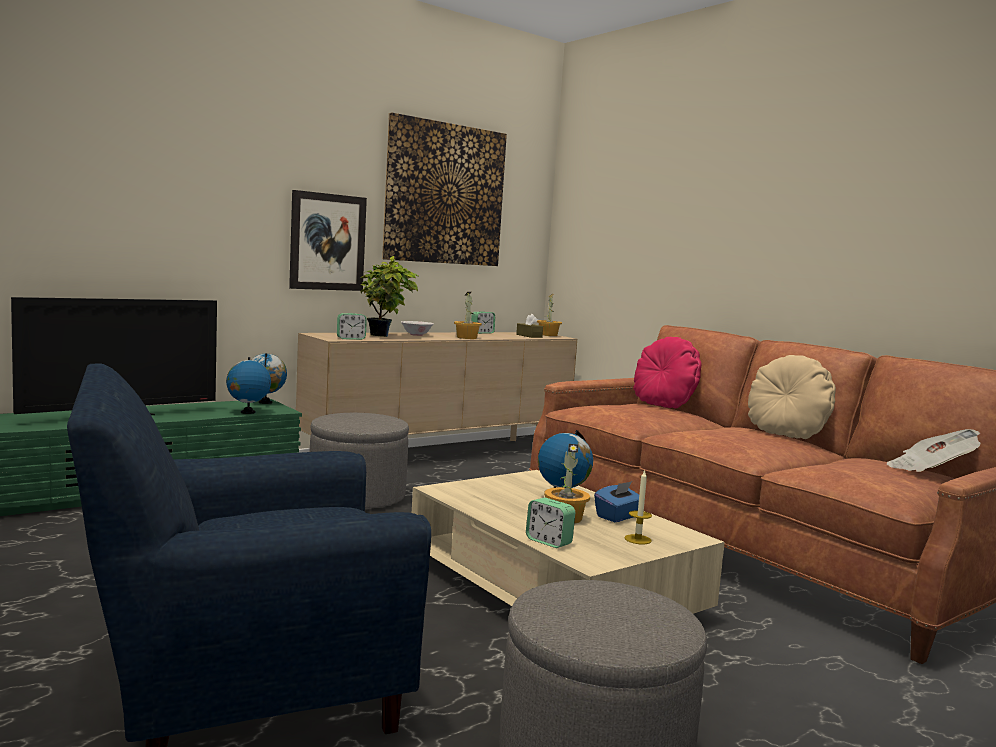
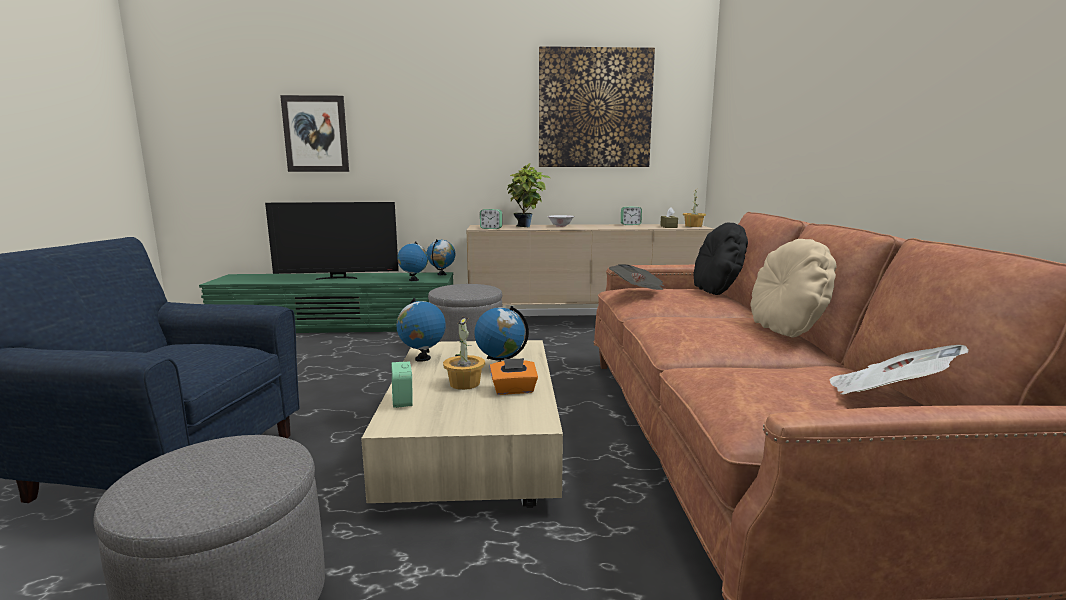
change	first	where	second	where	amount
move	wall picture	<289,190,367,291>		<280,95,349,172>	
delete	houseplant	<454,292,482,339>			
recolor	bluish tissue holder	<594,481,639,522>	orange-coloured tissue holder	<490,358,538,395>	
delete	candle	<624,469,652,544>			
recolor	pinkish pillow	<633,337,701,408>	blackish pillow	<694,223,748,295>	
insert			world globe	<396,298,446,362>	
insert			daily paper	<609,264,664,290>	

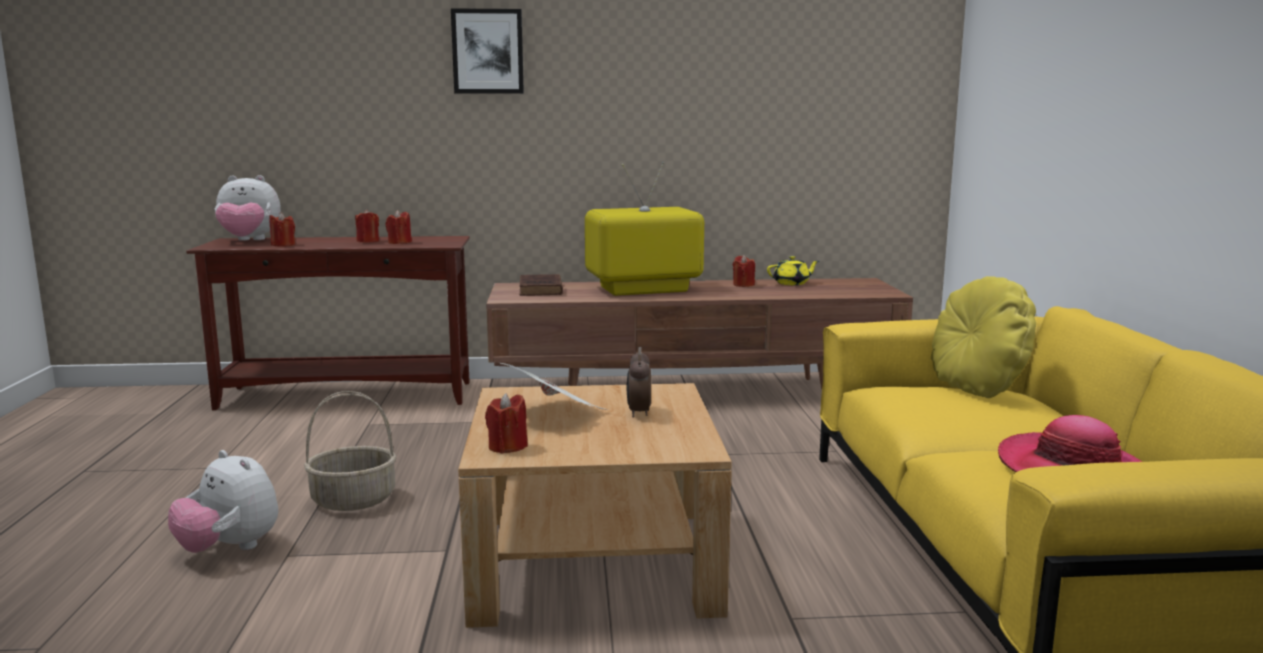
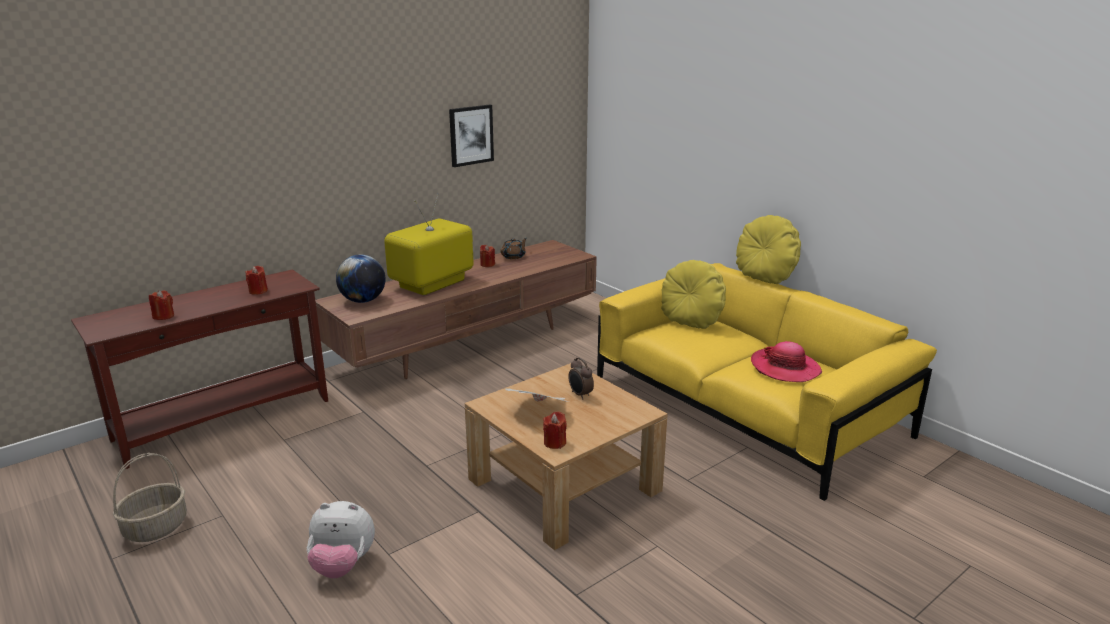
change	first	where	second	where	amount
delete	cuddly toy	<214,175,281,241>			
move	storage basket	<304,391,397,511>		<113,453,187,542>	
delete	red candle	<355,209,379,243>			
move	wall picture	<451,8,524,94>		<449,104,494,167>	
replace	brown bound book	<520,274,563,296>	world globe	<336,254,385,303>	
recolor	yellow-coloured teapot	<767,256,819,285>	brown teapot	<500,238,527,259>	
insert			yellow-coloured pillow	<736,215,801,284>	

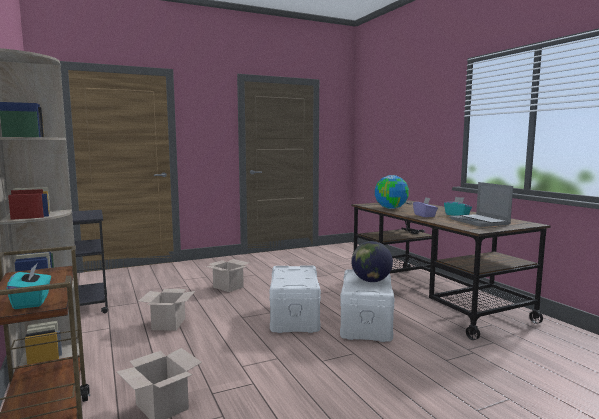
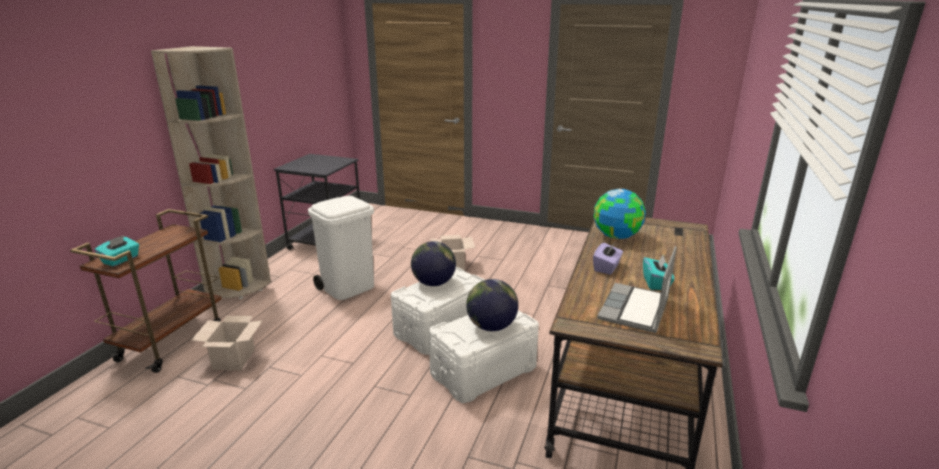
change	first	where	second	where	amount
replace	packing box	<139,289,195,331>	white-coloured rubbish bin	<308,196,374,300>	
insert			world globe	<411,241,456,286>	

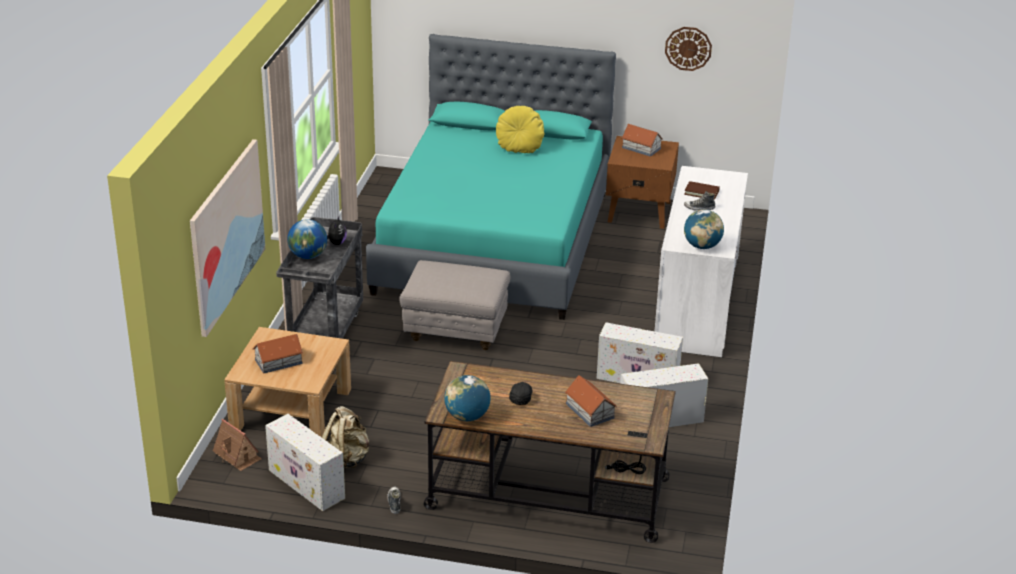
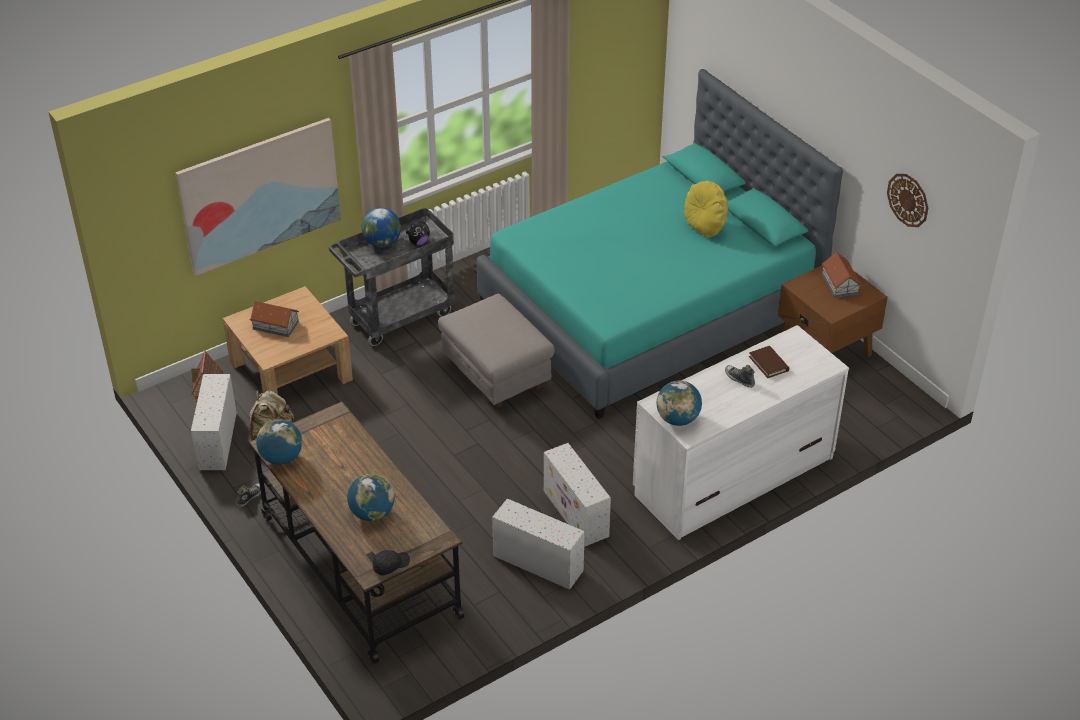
change	first	where	second	where	amount
move	blackish cap	<509,382,533,405>		<372,550,410,576>	
replace	miniature house	<565,375,617,427>	world globe	<347,474,395,521>	

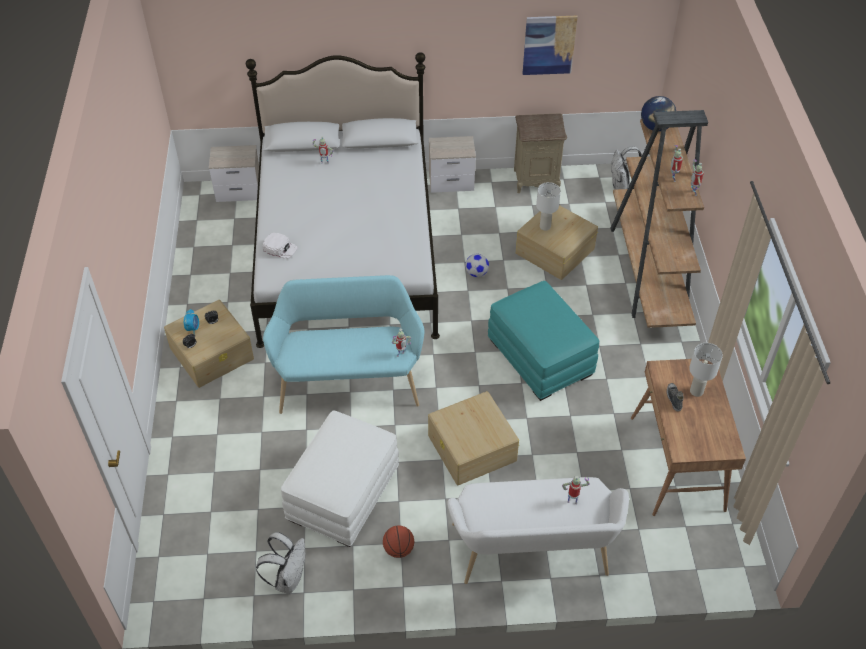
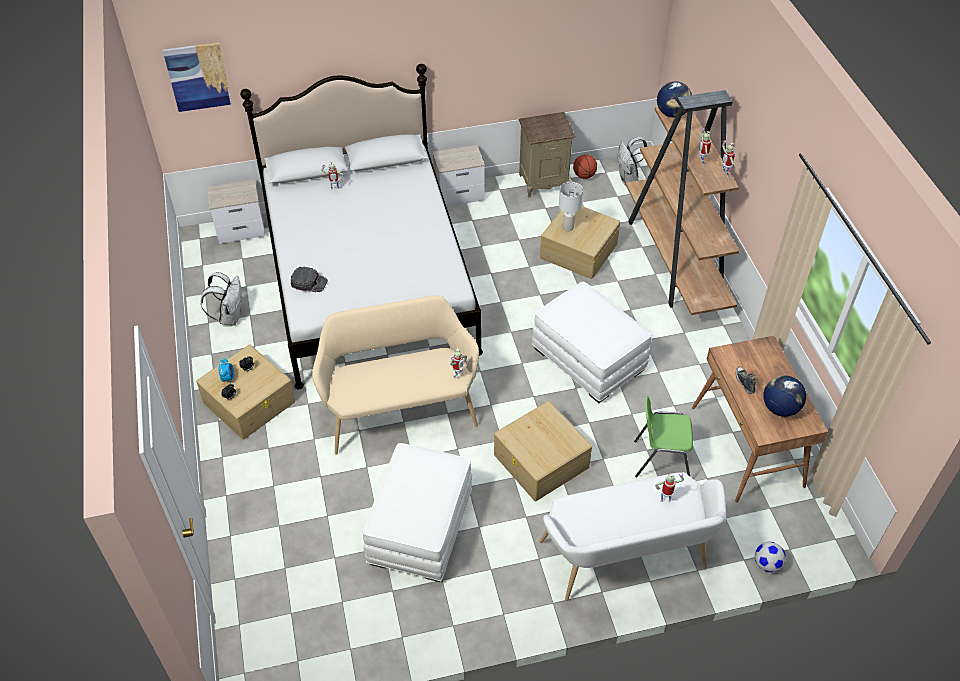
change	first	where	second	where	amount
move	white-coloured backpack	<256,532,305,593>		<201,272,242,326>	
recolor	white-coloured cap	<263,233,298,259>	blackish cap	<291,267,328,292>	
recolor	blue-green indoor bench	<263,275,424,414>	sand-coloured indoor bench	<312,295,479,455>	
move	basketball	<383,525,414,558>		<573,155,597,179>	
move	football ball	<465,254,489,277>		<755,542,786,572>	
recolor	blue-green ottoman	<488,281,600,401>	white-coloured ottoman	<532,281,652,403>	
move	wall picture	<522,16,578,75>		<163,42,232,112>	
delete	white-coloured table lamp	<689,343,723,397>			
insert			green-coloured plain chair	<634,396,693,477>	
insert			world globe	<763,375,806,417>	

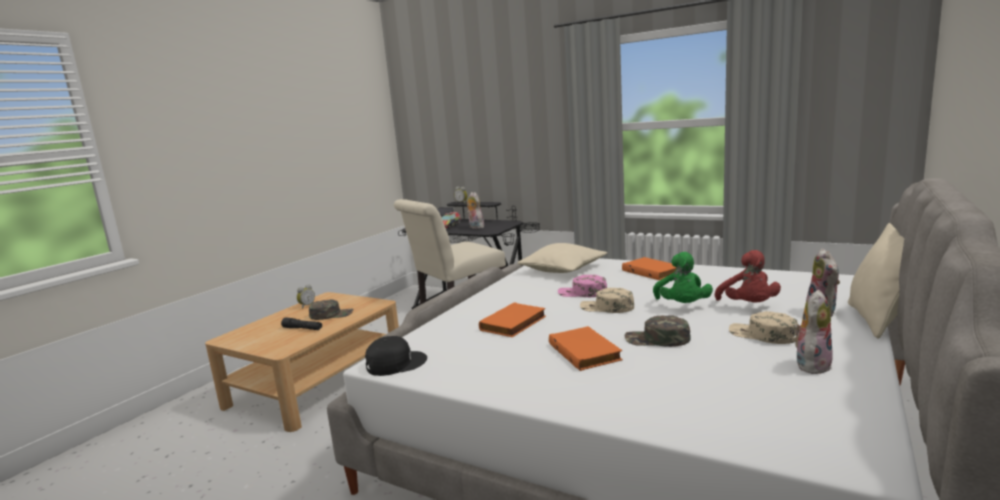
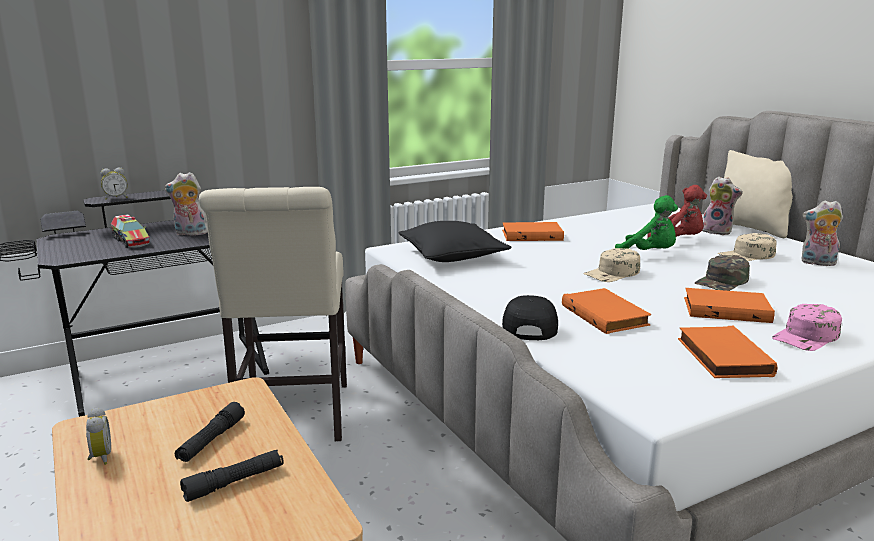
change	first	where	second	where	amount
replace	green-coloured cap	<309,299,353,320>	blackish hand torch	<175,402,245,462>	
move	blackish cap	<365,336,427,376>		<502,295,558,340>	
recolor	sand-coloured pillow	<518,243,608,273>	blackish pillow	<398,221,512,262>	
move	pinkish cap	<558,275,607,297>		<772,304,842,351>	
rotate	cuddly toy	<793,290,833,374>		<801,201,843,266>	60 degrees counterclockwise
insert			orange-coloured bound book	<678,326,777,378>	

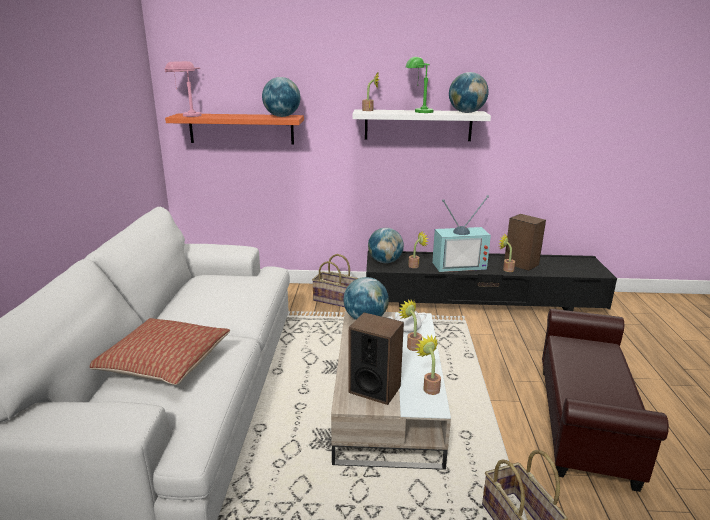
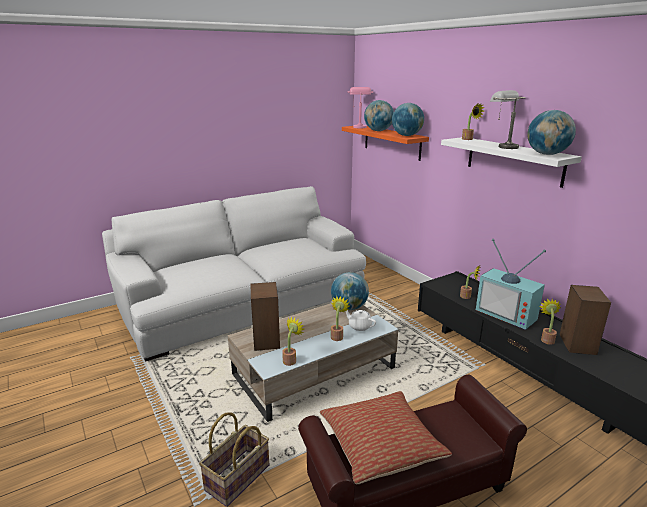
change	first	where	second	where	amount
move	pillow	<90,318,230,385>		<320,391,452,484>	
delete	storage basket	<312,254,358,307>			
move	world globe	<368,228,404,263>		<364,100,394,131>	
recolor	green-coloured table lamp	<406,57,434,113>	greyish table lamp	<490,90,526,149>	

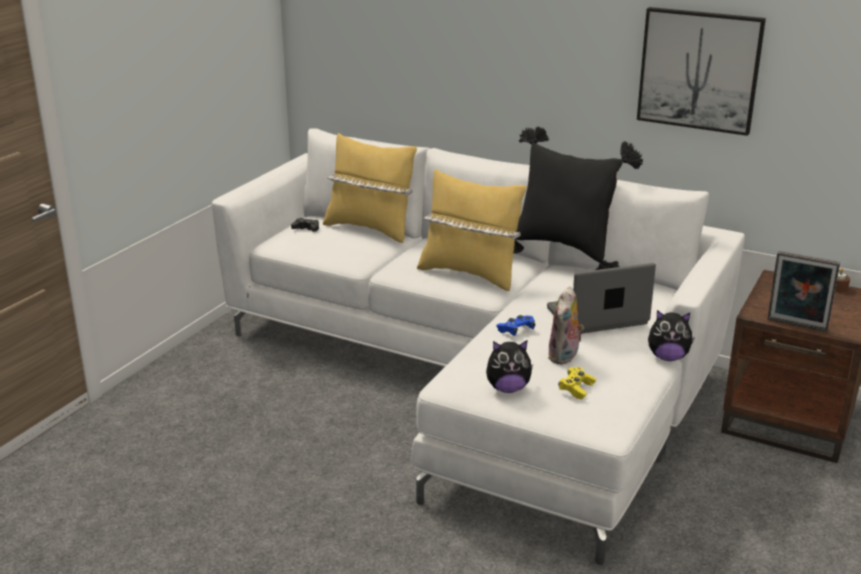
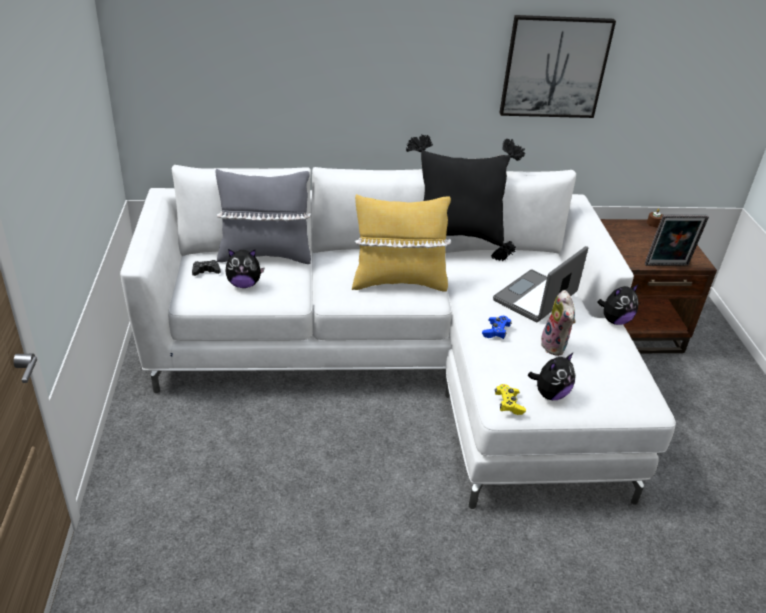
change	first	where	second	where	amount
recolor	yellow-coloured pillow	<323,133,417,243>	greyish pillow	<215,169,311,264>	
move	yellow-coloured gamepad	<558,367,596,399>		<495,384,526,415>	
insert			cuddly toy	<225,249,265,288>	

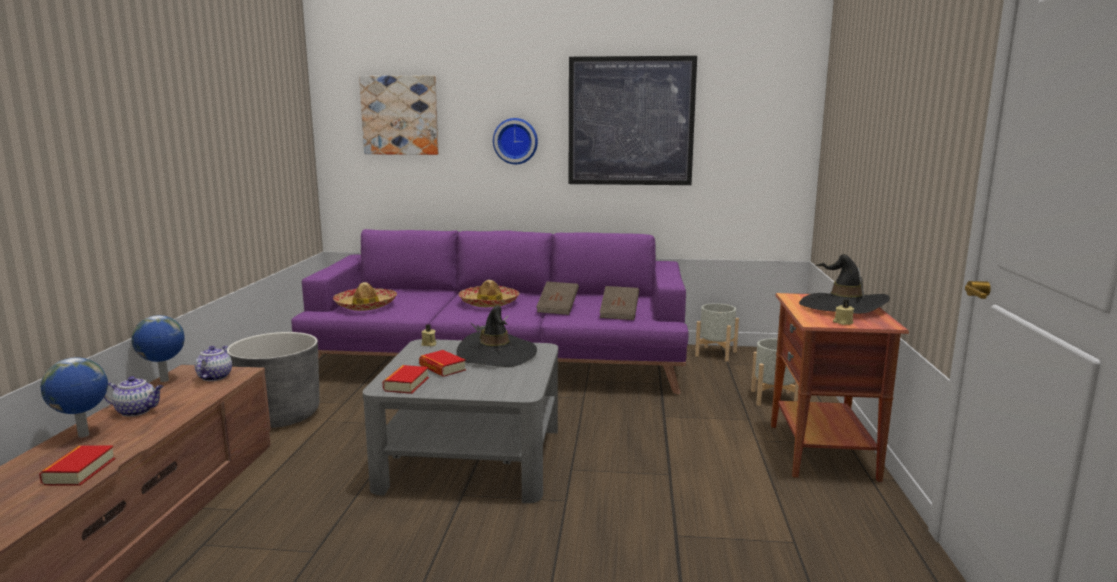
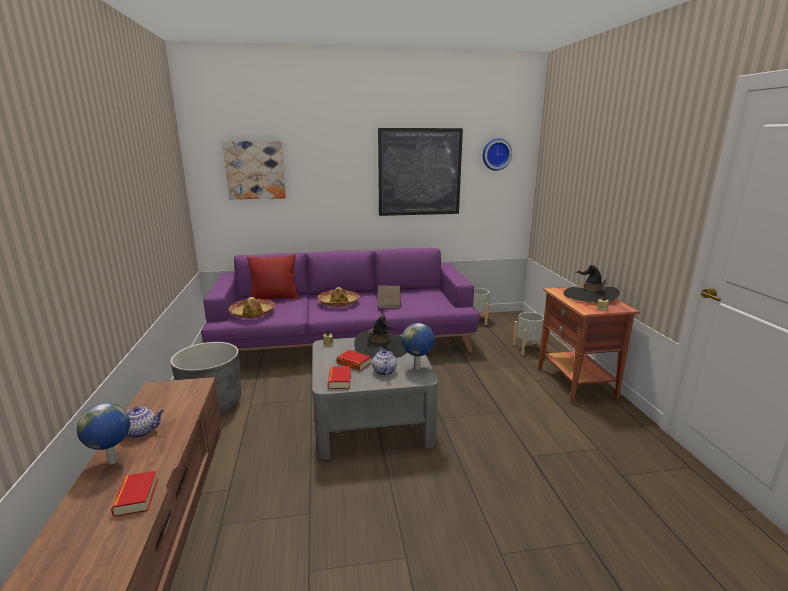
change	first	where	second	where	amount
move	world globe	<132,315,185,382>		<402,323,435,369>	
move	teapot	<195,346,232,381>		<372,347,397,376>	
move	hanging clock	<493,118,538,164>		<483,138,512,171>	
delete	brown bound book	<600,286,639,320>			
insert			red pillow	<247,254,299,299>	

